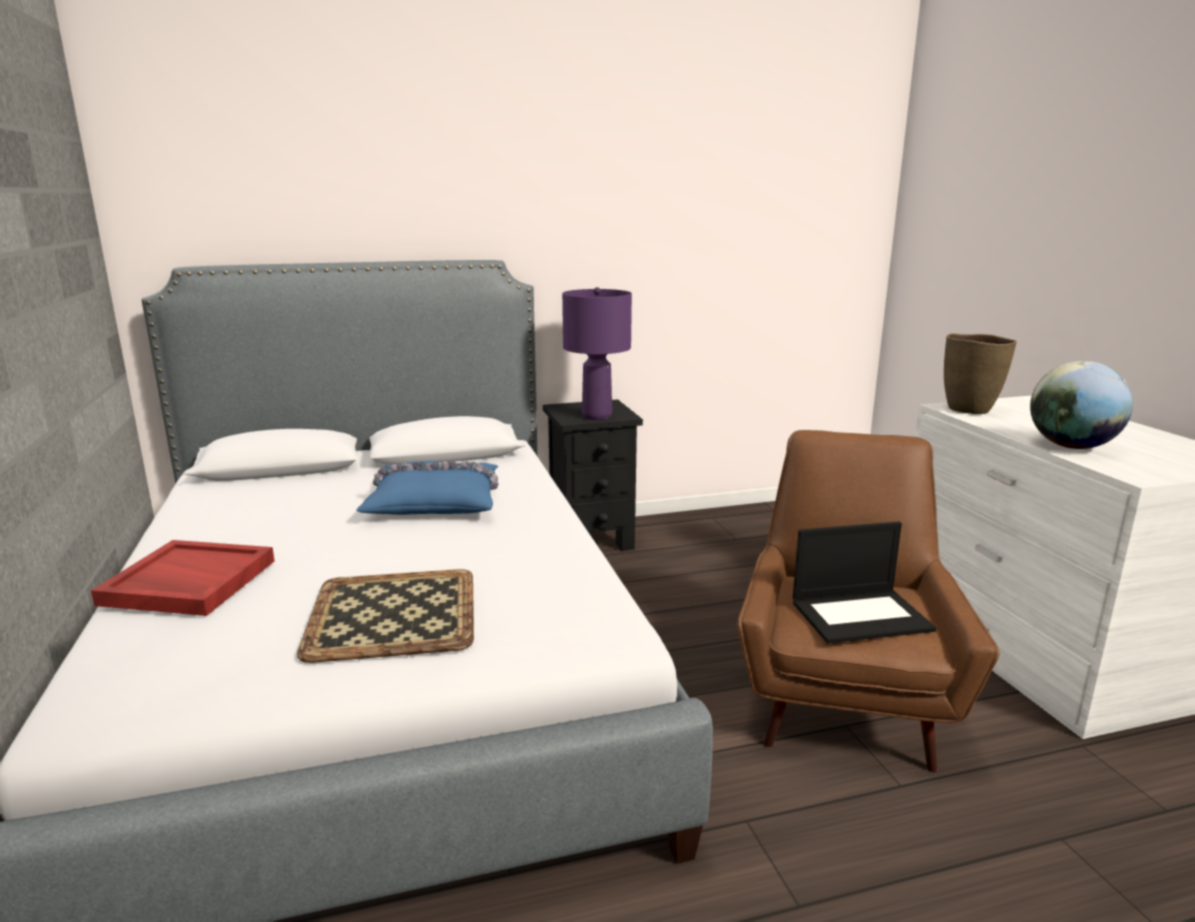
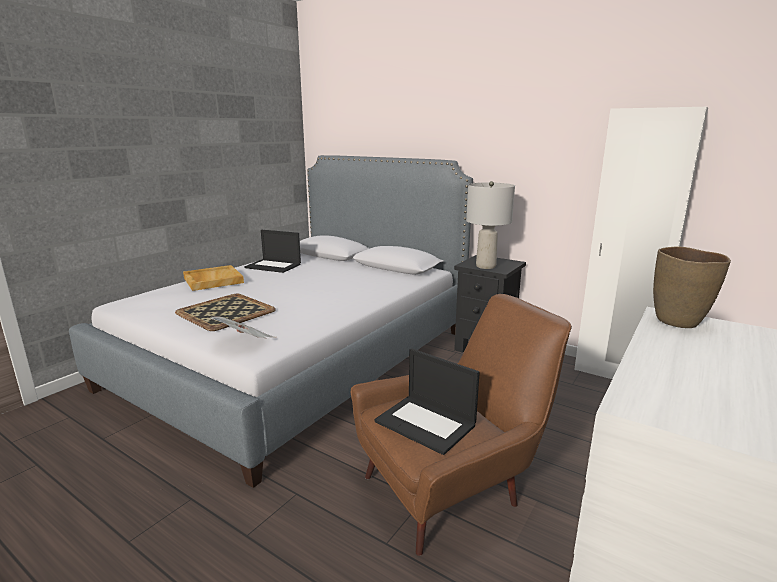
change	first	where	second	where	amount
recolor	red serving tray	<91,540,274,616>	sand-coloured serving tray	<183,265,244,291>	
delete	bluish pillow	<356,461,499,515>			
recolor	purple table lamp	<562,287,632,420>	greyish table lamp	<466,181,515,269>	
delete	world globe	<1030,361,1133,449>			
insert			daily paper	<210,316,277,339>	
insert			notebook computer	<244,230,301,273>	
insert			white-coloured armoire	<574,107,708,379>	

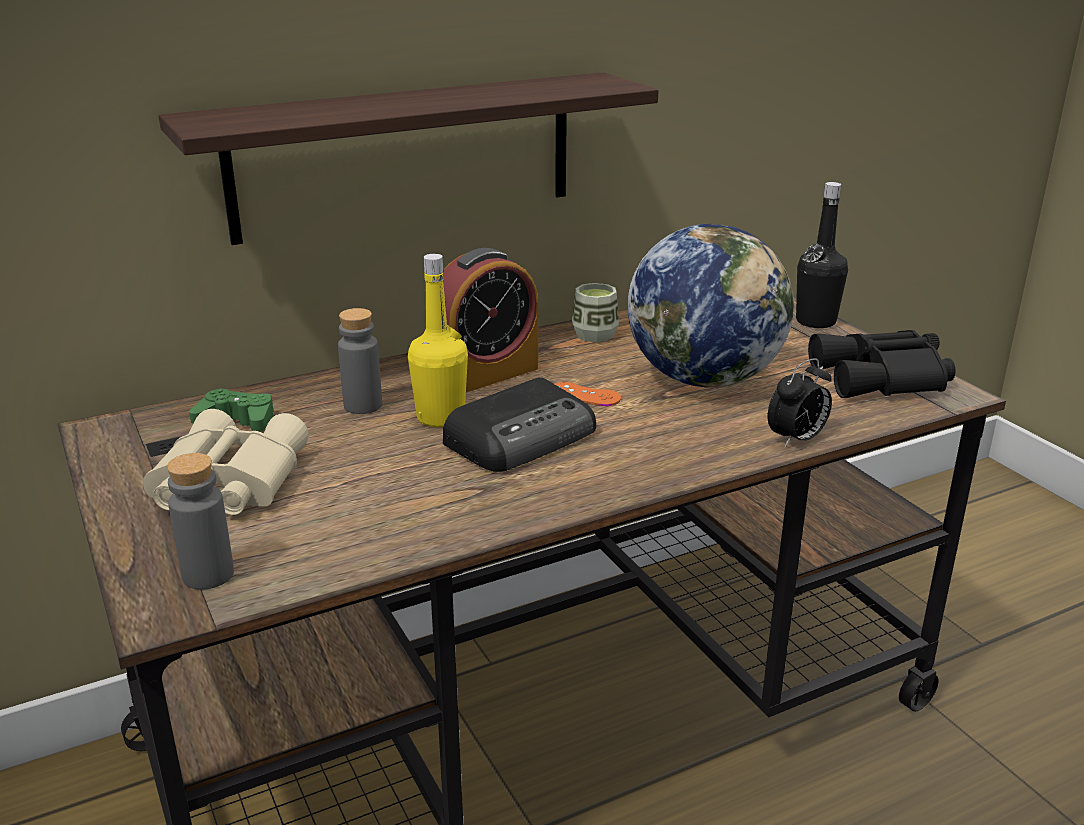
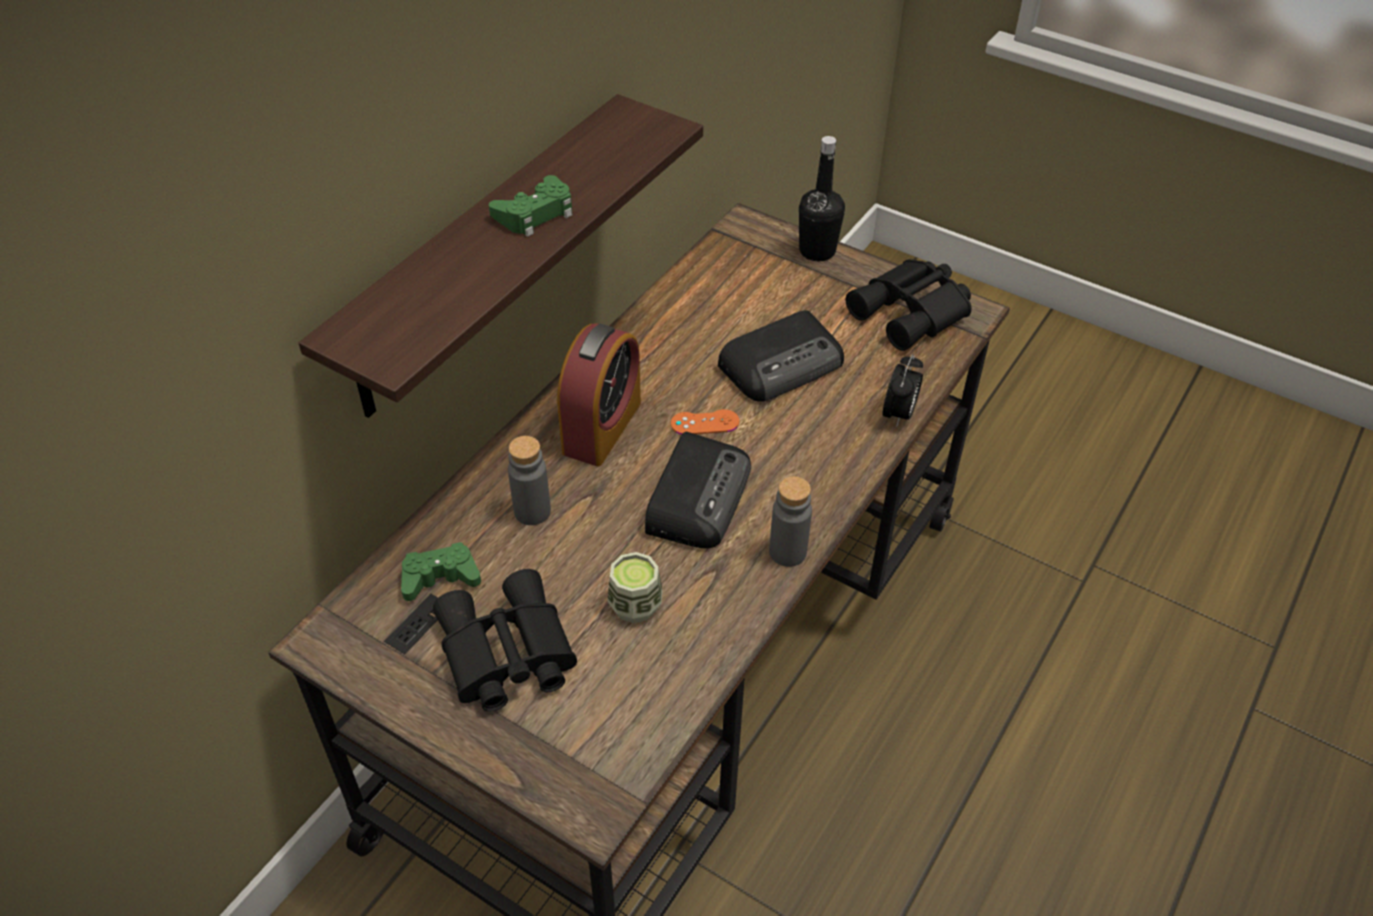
change	first	where	second	where	amount
recolor	sand-coloured pair of binoculars	<143,409,309,515>	blackish pair of binoculars	<433,569,577,712>	
move	greyish drink bottle	<167,453,234,590>		<769,476,812,567>	
delete	yellow-coloured drink bottle	<408,254,468,427>			
move	small cup	<572,283,619,342>		<607,552,663,623>	
replace	world globe	<627,224,794,388>	radio	<718,310,844,402>	
insert			green-coloured gamepad	<489,175,572,237>	

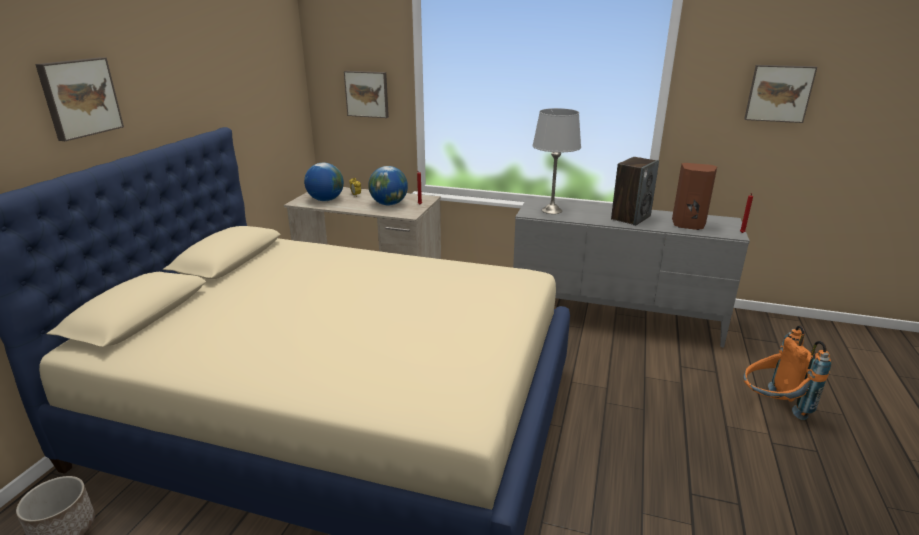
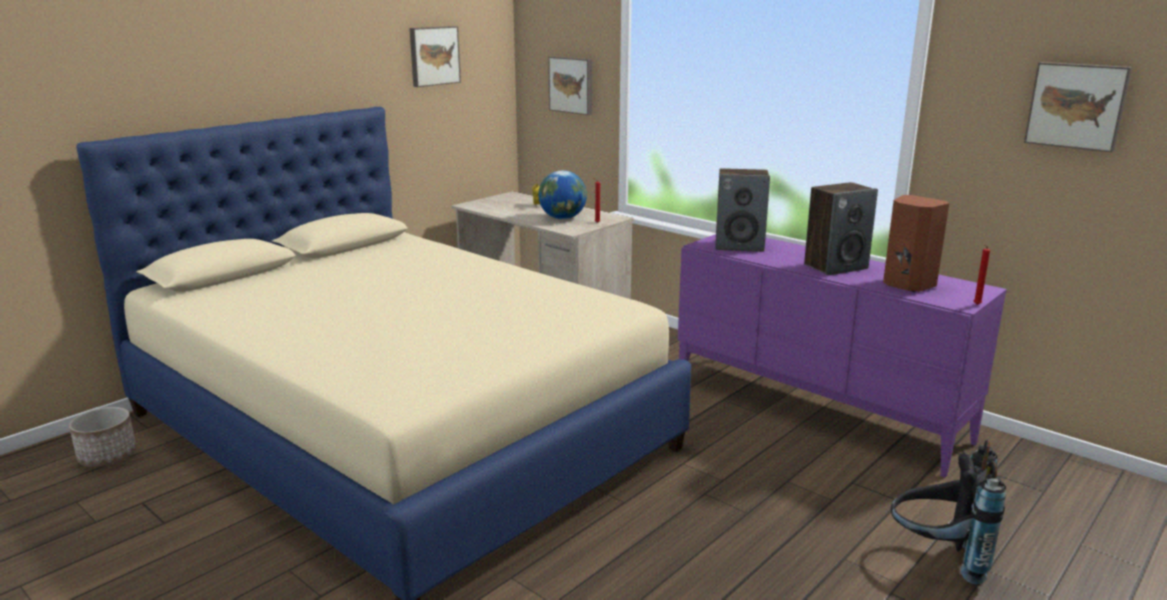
change	first	where	second	where	amount
move	wall picture	<35,57,124,141>		<409,26,461,87>	
delete	world globe	<304,163,344,201>			
recolor	greyish drawer chest	<513,198,750,348>	purple drawer chest	<678,234,1007,478>	
replace	greyish table lamp	<532,108,581,214>	loudspeaker	<715,168,770,252>	
recolor	orange-coloured backpack	<743,325,831,420>	blackish backpack	<891,439,1006,585>	

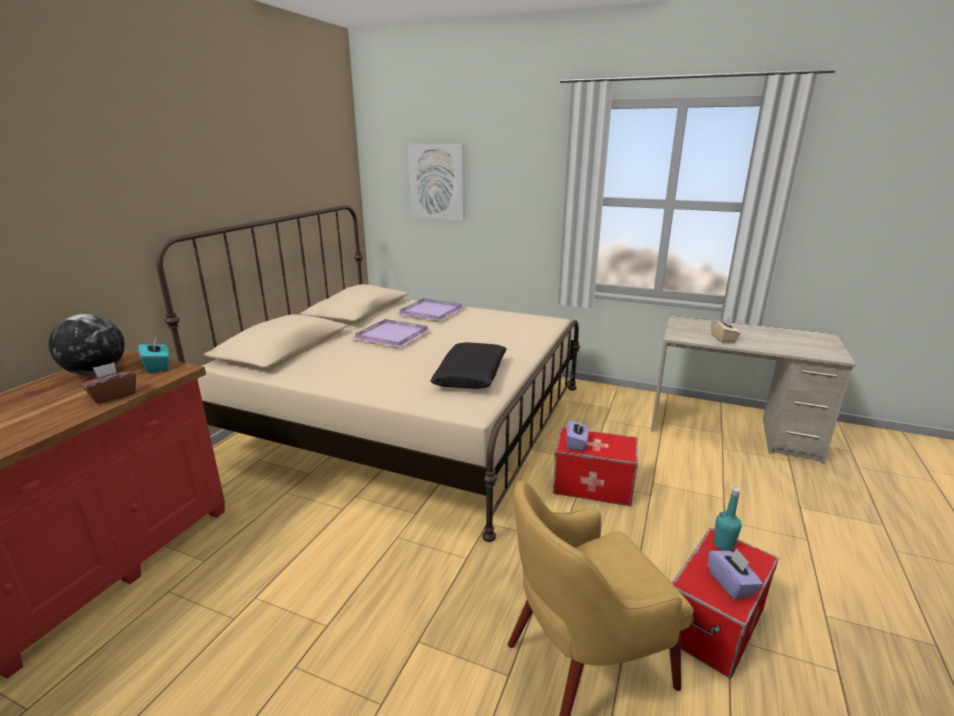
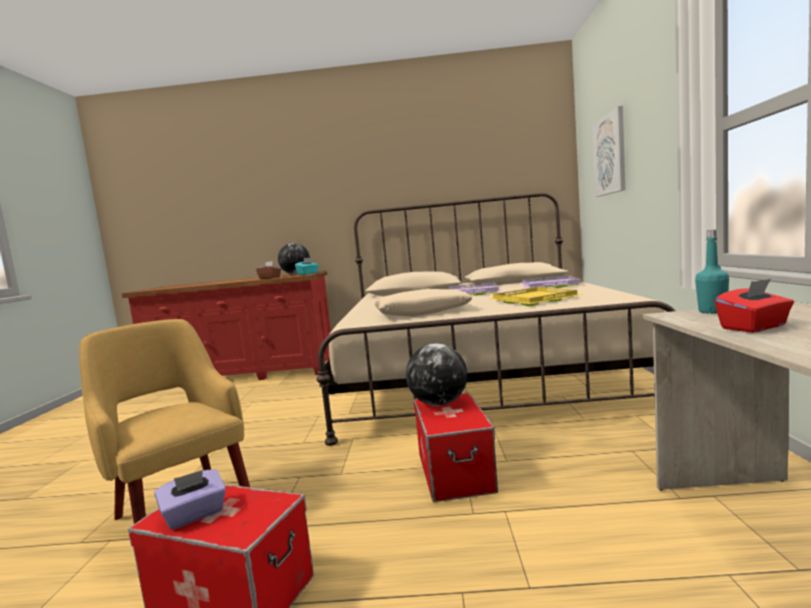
change	first	where	second	where	amount
recolor	blackish pillow	<430,342,506,389>	sand-coloured pillow	<375,289,472,317>	
replace	purple tissue holder	<566,420,589,451>	world globe	<406,343,467,406>	
recolor	sand-coloured tissue holder	<711,316,741,343>	red tissue holder	<715,279,794,333>	
move	blue-green drink bottle	<714,487,742,551>		<695,230,729,314>	
insert			yellow-coloured serving tray	<489,287,582,306>	

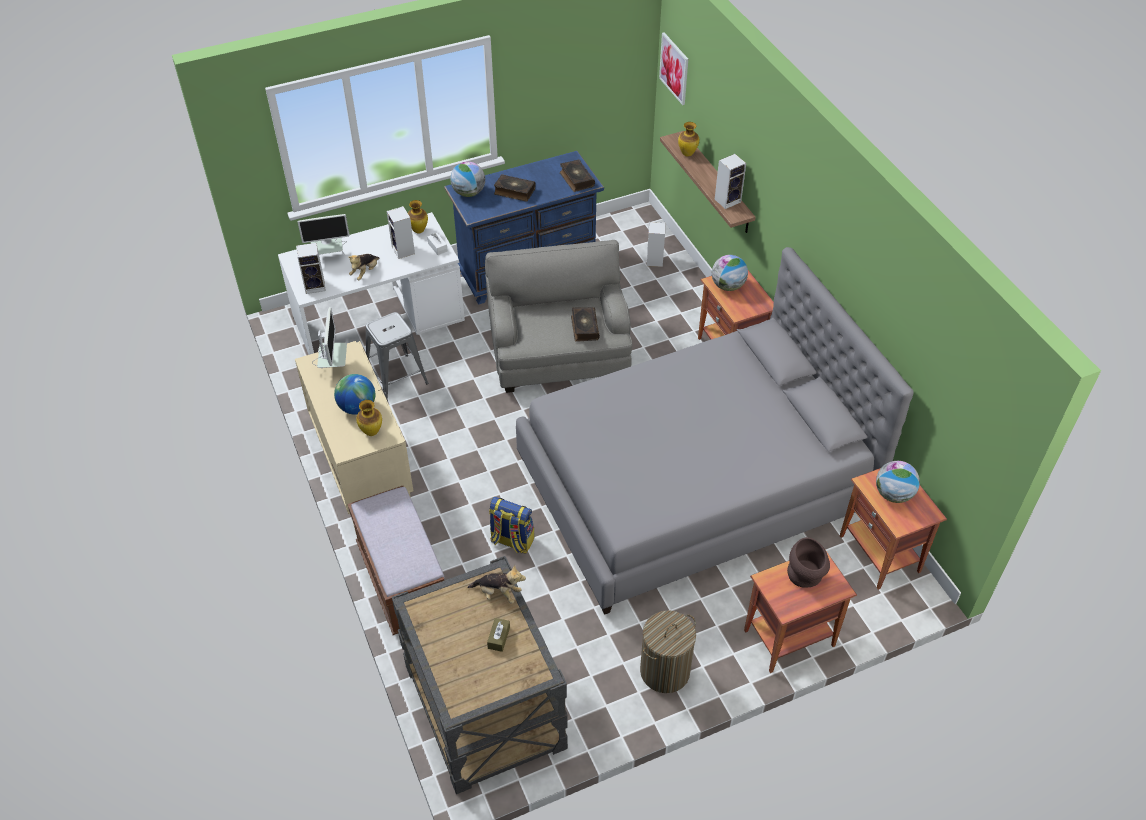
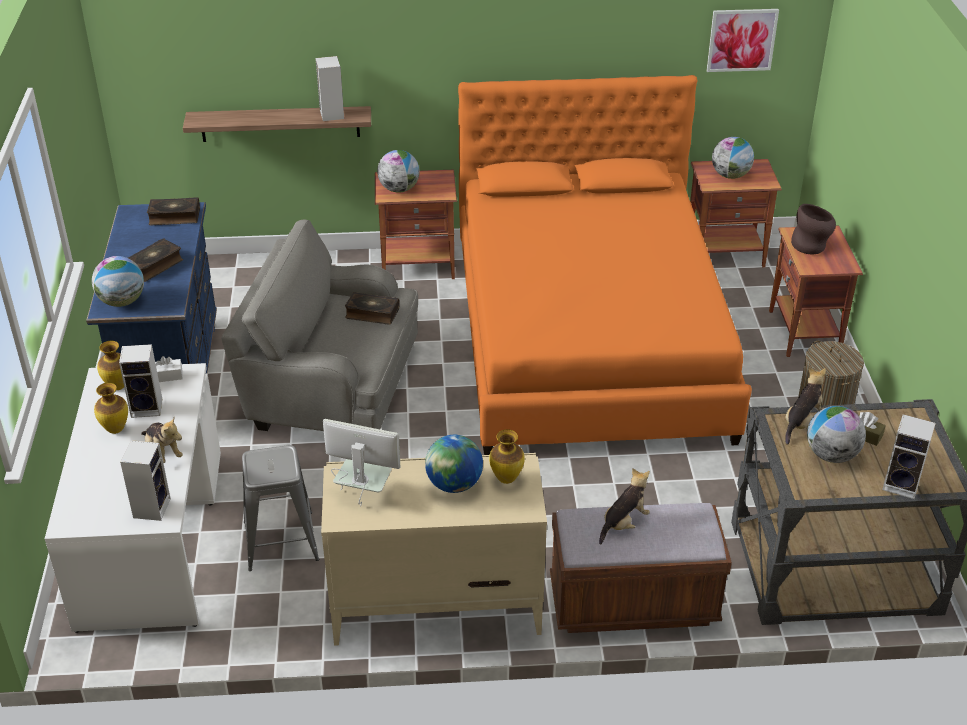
change	first	where	second	where	amount
delete	computer screen	<298,214,350,255>			
delete	backpack	<489,497,534,553>			
recolor	greyish sleeping bed	<516,247,914,615>	orange-coloured sleeping bed	<458,75,752,455>	
move	loudspeaker	<647,222,665,267>		<882,414,936,499>	
move	wall picture	<659,32,688,105>		<707,9,779,72>	
move	flower vase	<678,122,699,157>		<94,383,128,434>	
insert			cuddly toy	<599,468,650,544>	
insert			world globe	<807,406,866,463>	

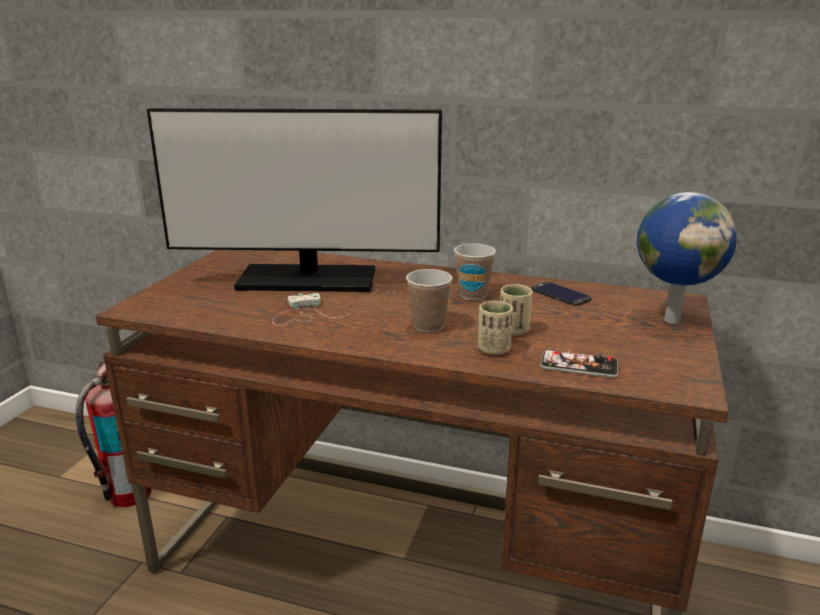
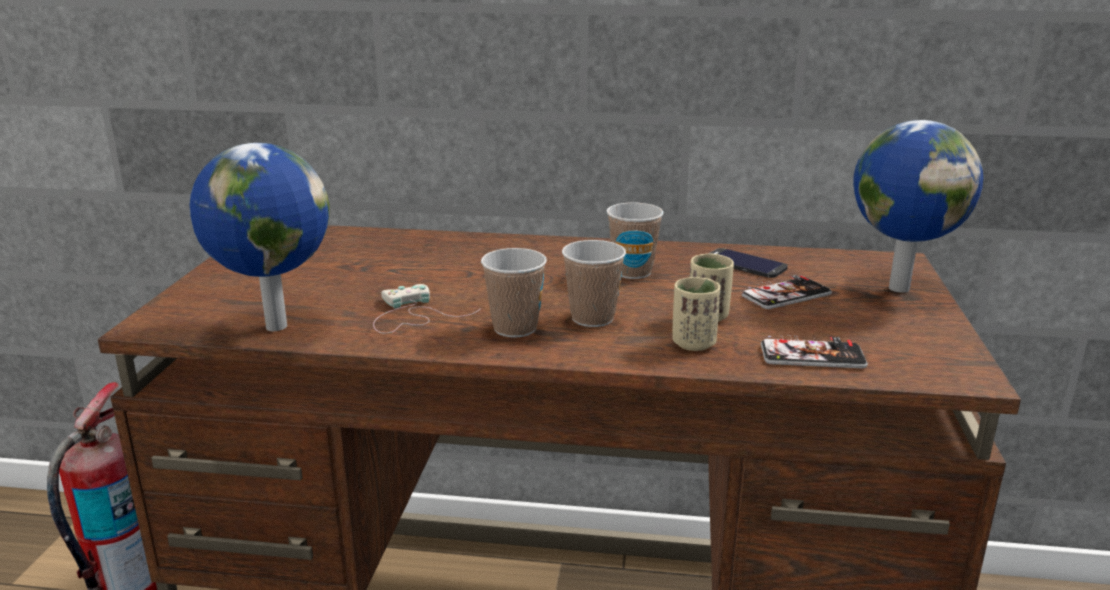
change	first	where	second	where	amount
delete	computer screen	<147,108,442,292>			
insert			world globe	<190,143,330,331>	
insert			small cup	<481,248,547,338>	
insert			handset	<742,275,832,309>	

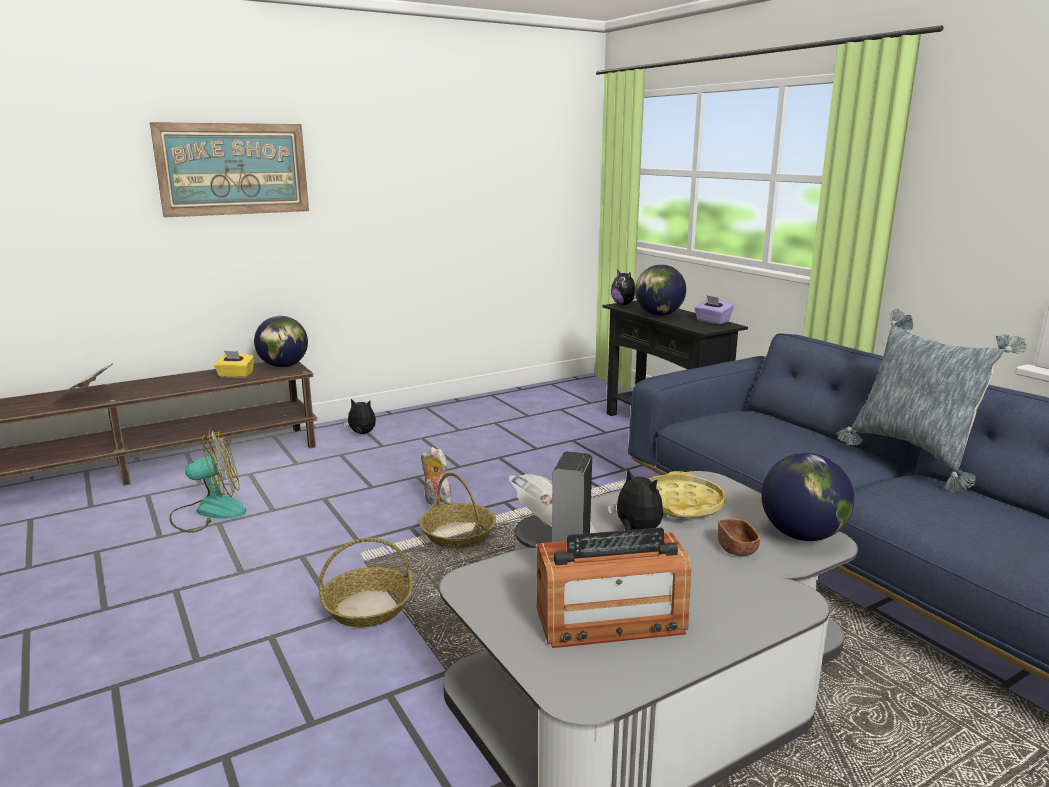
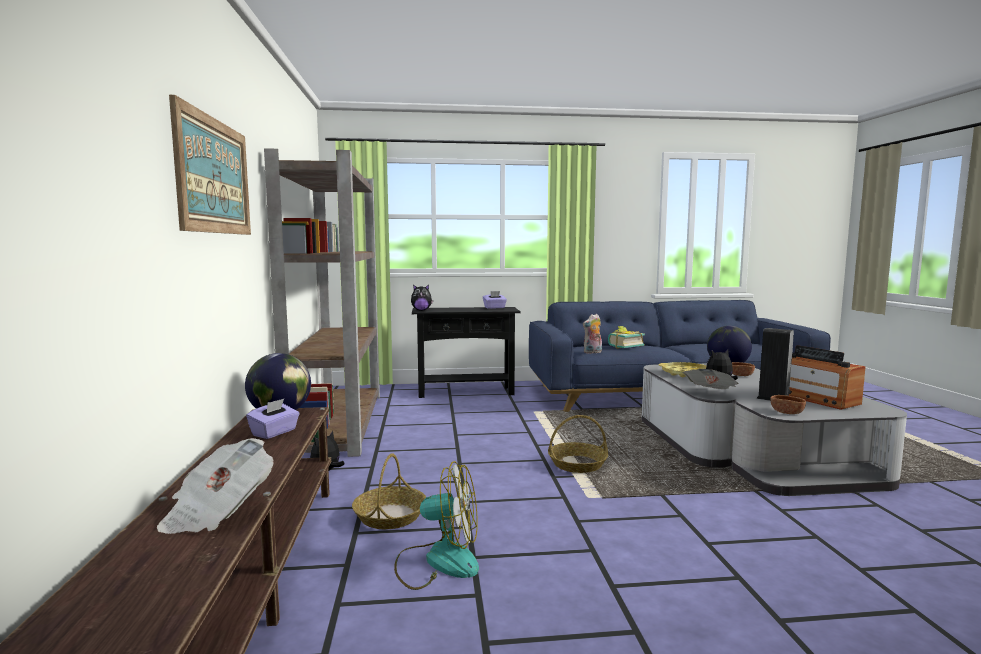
change	first	where	second	where	amount
rotate	cooling fan	<169,429,246,533>		<394,461,479,590>	90 degrees clockwise
recolor	yellow-coloured tissue holder	<214,351,254,378>	purple tissue holder	<246,399,300,439>	
move	storage basket	<319,538,413,628>		<352,453,426,529>	
move	cuddly toy	<421,447,452,507>		<583,314,602,354>	
rotate	radio	<537,528,691,648>		<789,345,866,410>	135 degrees clockwise
delete	world globe	<635,264,686,316>			
delete	pillow	<836,309,1027,493>			
insert			brown bookshelf	<264,148,380,457>	
insert			bound book	<608,326,645,349>	
insert			brown serving bowl	<770,395,806,414>	

